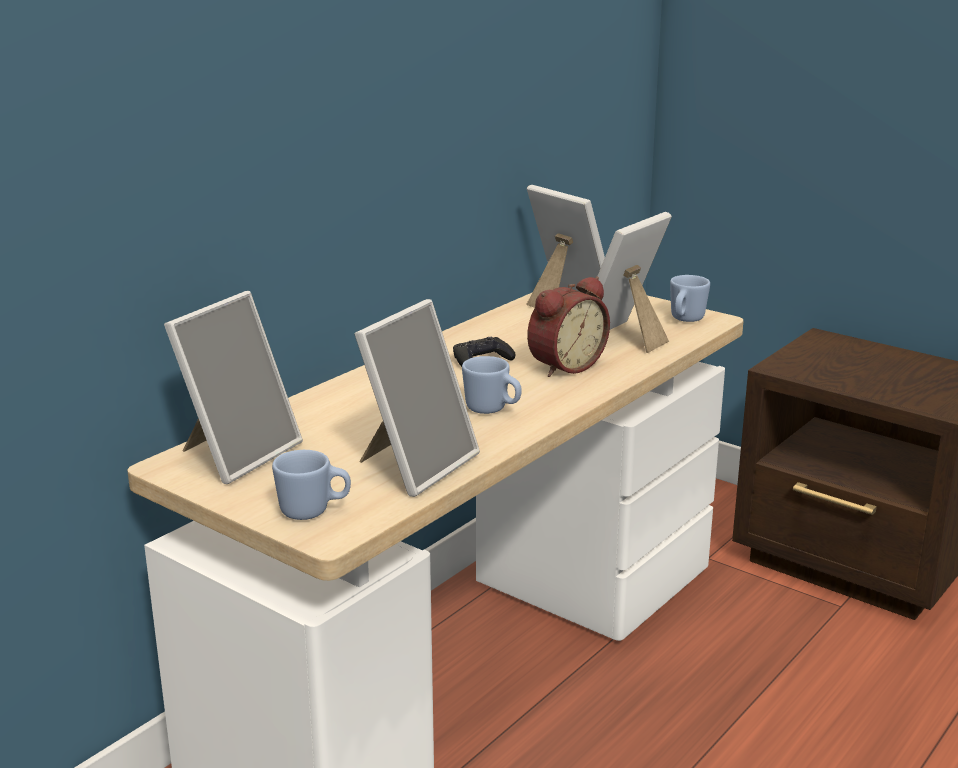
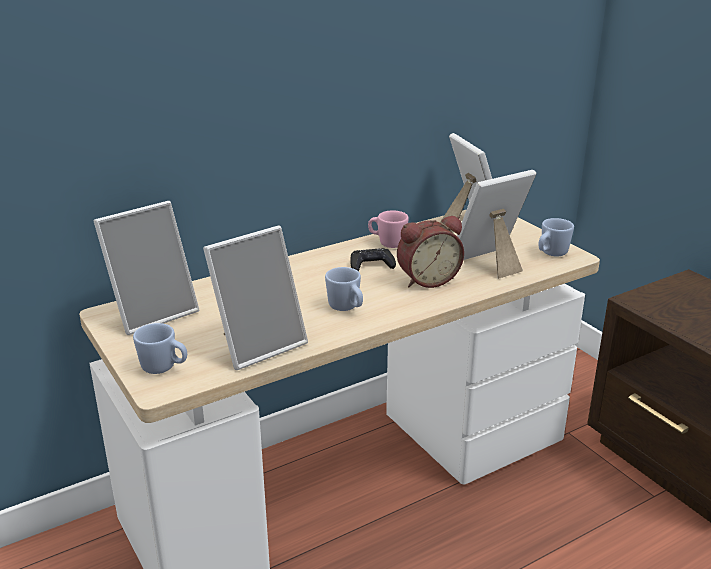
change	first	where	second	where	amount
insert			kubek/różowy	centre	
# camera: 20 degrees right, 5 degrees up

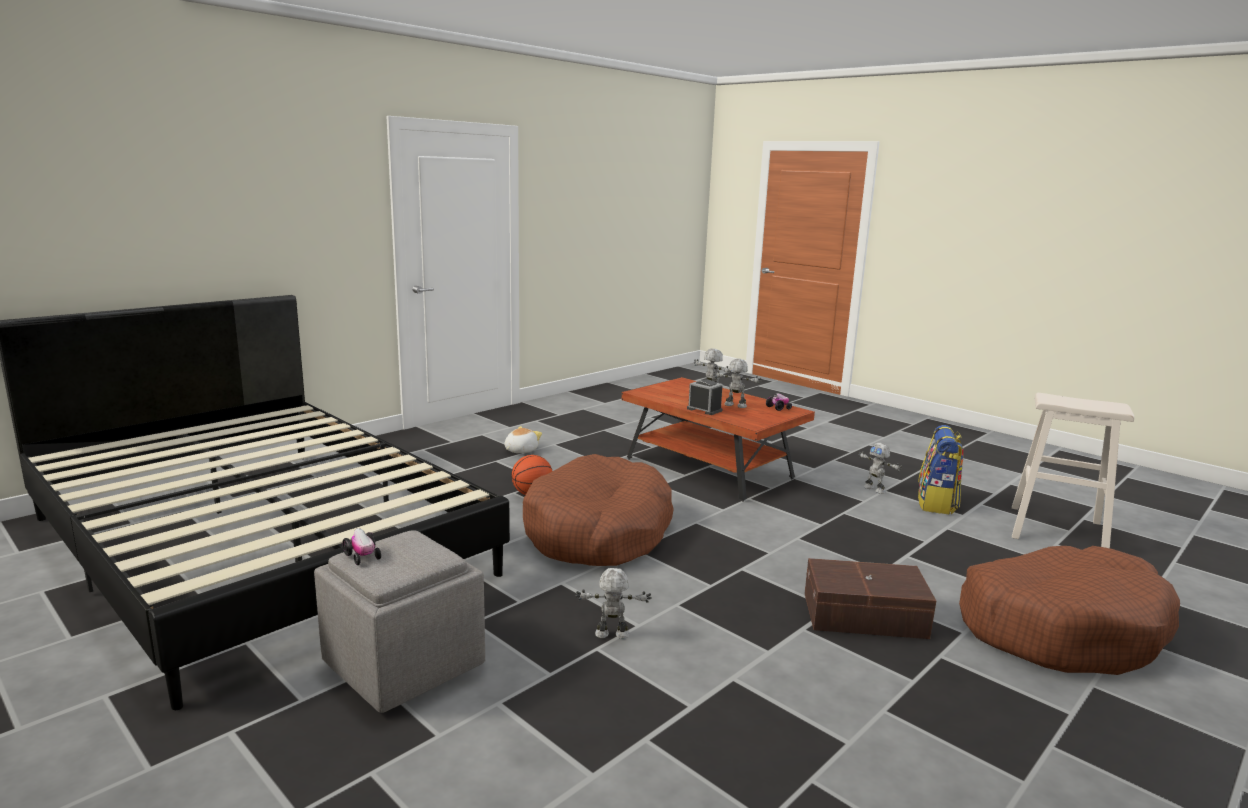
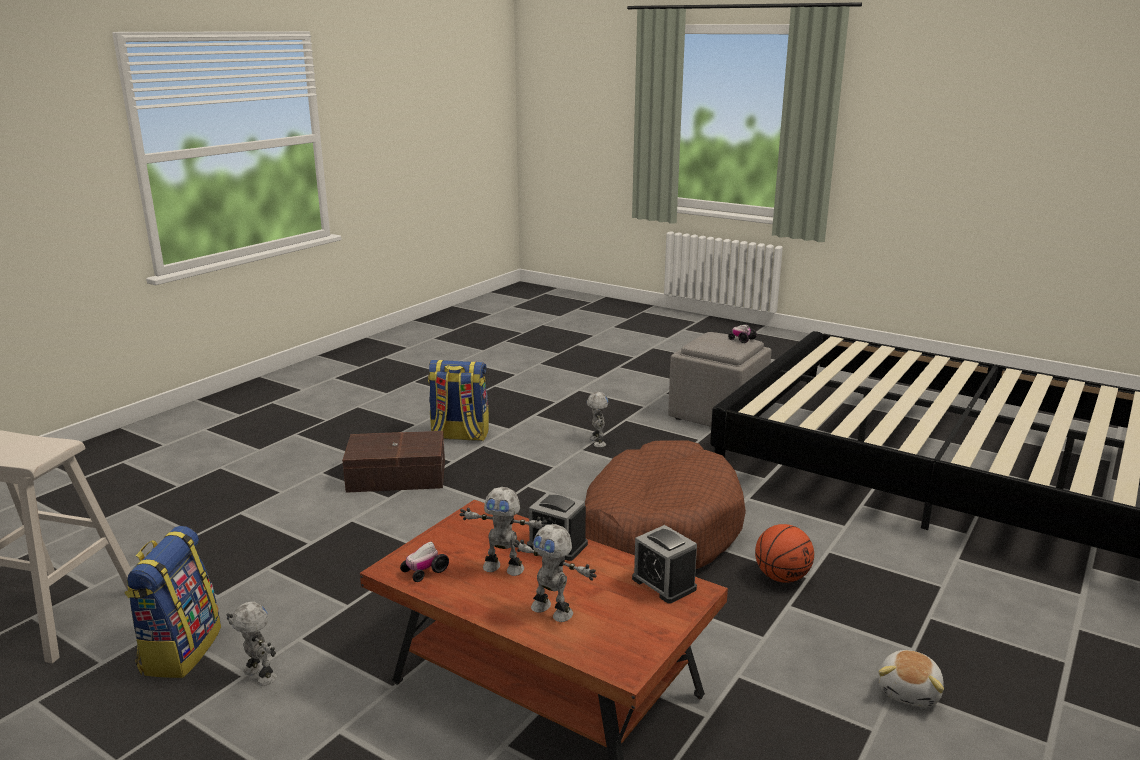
change	first	where	second	where	amount
delete	legowisko/brązowy (2nd from left)	bottom right			
insert			plecak (2nd from left)	centre	
insert			budzik (2nd from left)	bottom centre	
rotate	robot zabawkowy (1st from left in the first image)	bottom centre	robot zabawkowy (4th from left)	centre	90 degrees counterclockwise
# camera: 170 degrees right, 5 degrees up

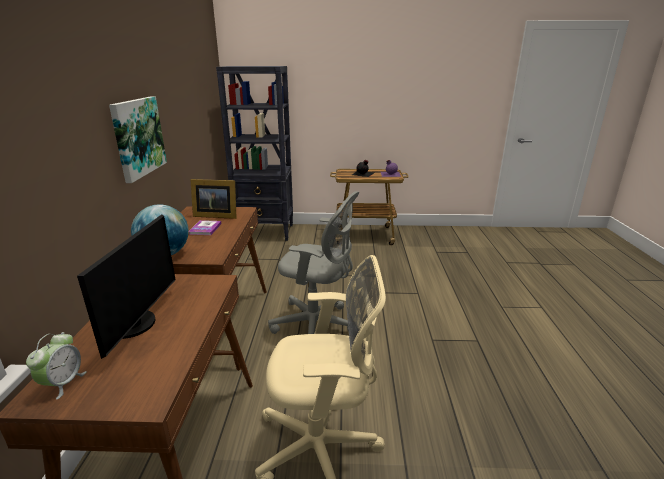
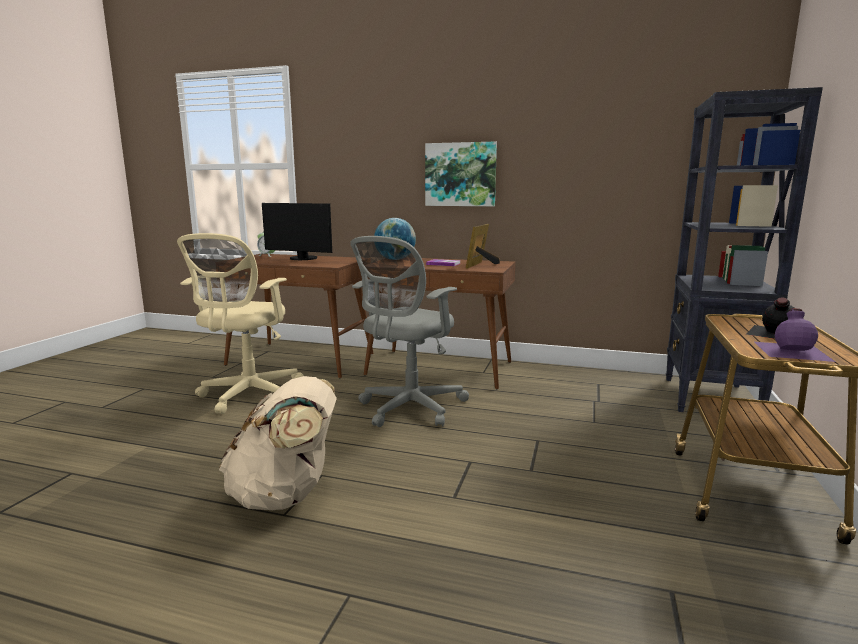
change	first	where	second	where	amount
insert			plecak/beżowy	bottom left	
# camera: 105 degrees right, 10 degrees down

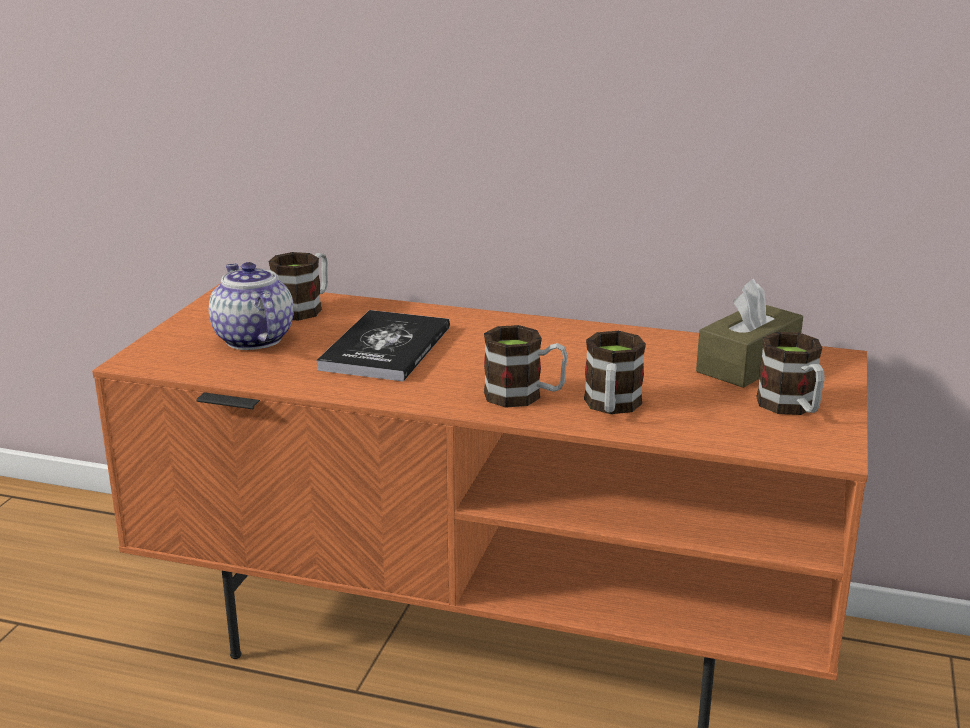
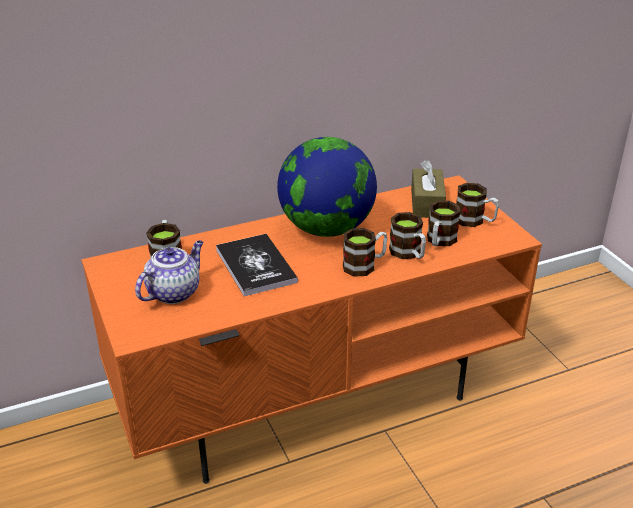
change	first	where	second	where	amount
insert			globus	centre	
insert			kubek (4th from left)	middle right	
rotate	imbryk	middle left		middle left	105 degrees clockwise
# camera: 40 degrees left, 10 degrees up

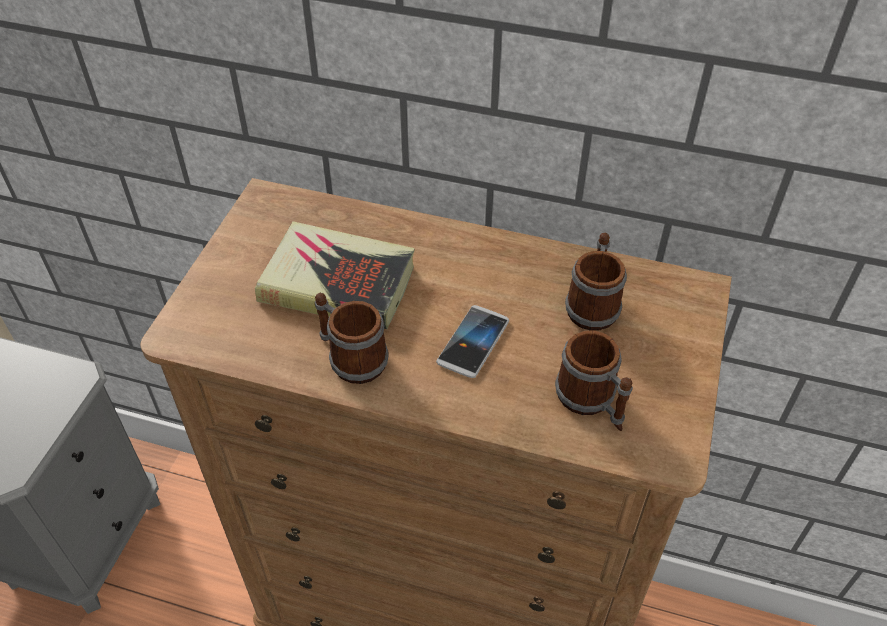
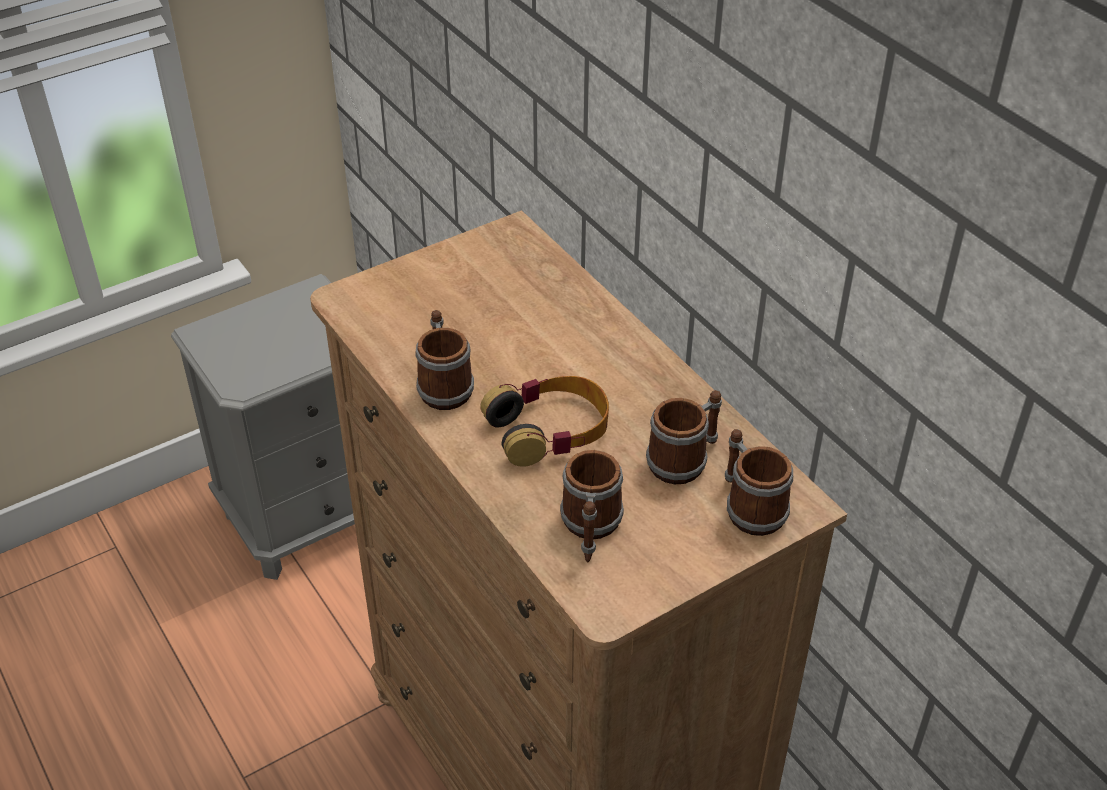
change	first	where	second	where	amount
delete	książka	centre			
insert			kubek (4th from left)	middle right	
replace	telefon	centre	słuchawki	centre	
# camera: 40 degrees right, 5 degrees down

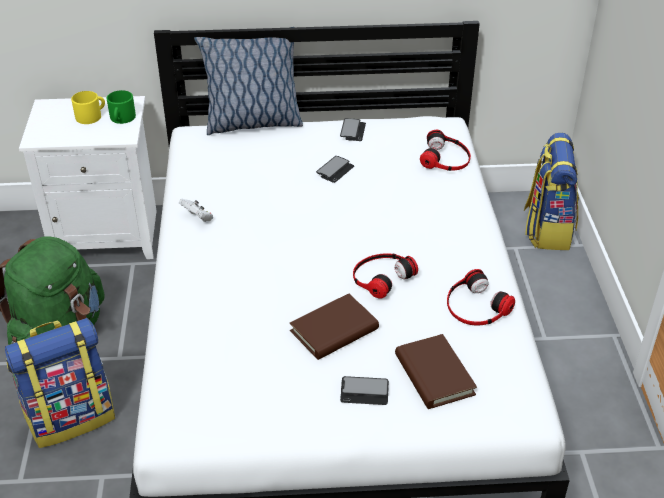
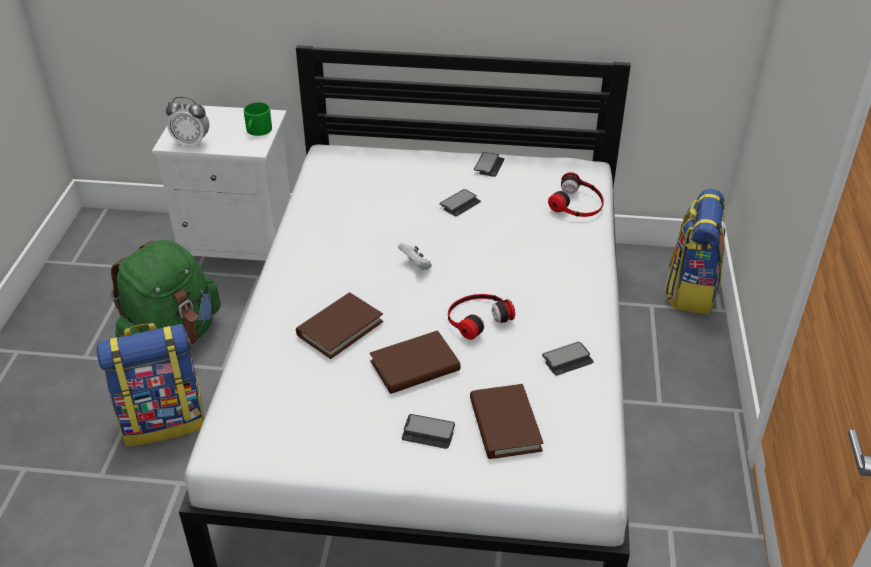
change	first	where	second	where	amount
delete	kubek/żółty	top left			
delete	poduszka	top centre			
insert			budzik	top left	
insert			książka/brązowy (1st from left)	centre	
move	pad do gier/biały	middle left		centre	
replace	słuchawki (3rd from left)	middle right	telefon (4th from left)	centre	
# camera: 10 degrees right, 0 degrees up

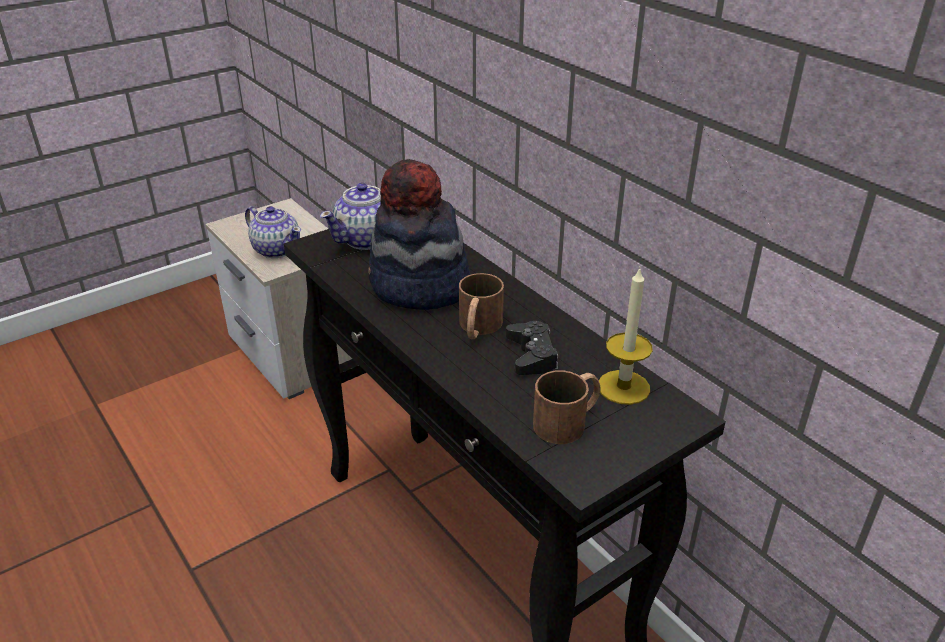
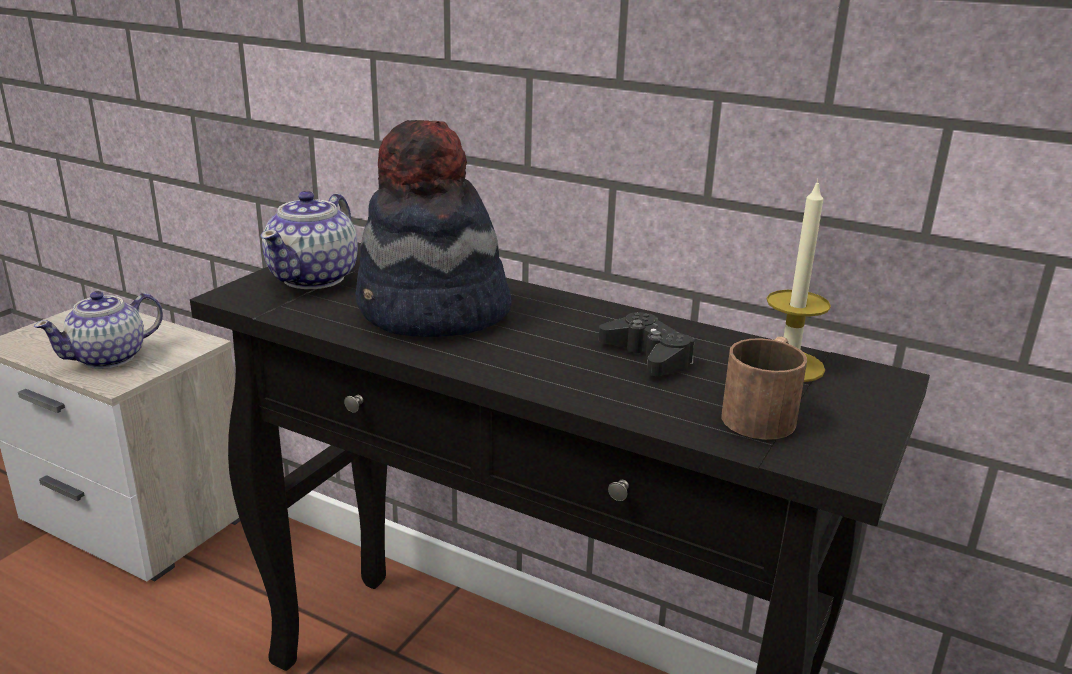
change	first	where	second	where	amount
delete	kubek/brązowy (1st from left)	centre			
rotate	imbryk (1st from left)	middle left		middle left	120 degrees clockwise
# camera: 25 degrees left, 10 degrees down

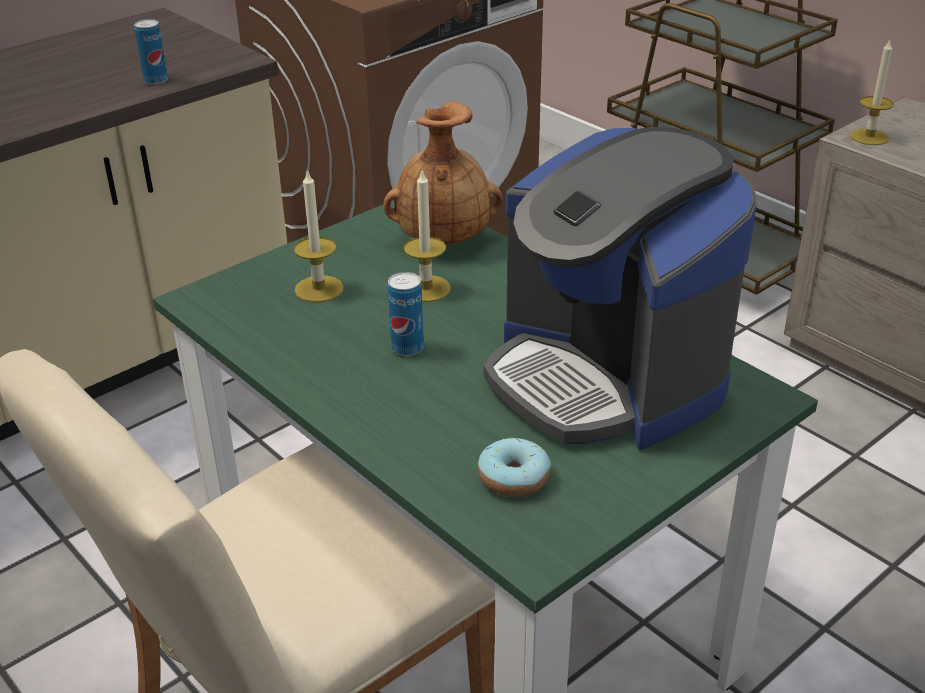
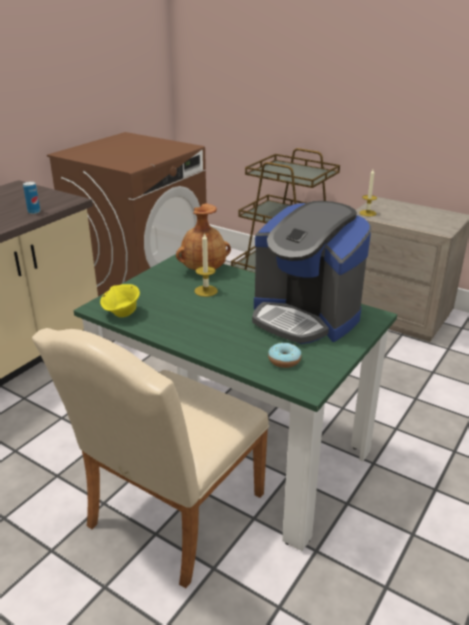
change	first	where	second	where	amount
delete	świeca (1st from left)	centre			
delete	puszka (2nd from left)	centre			
insert			miska/żółty	middle left	
# camera: 15 degrees left, 5 degrees down

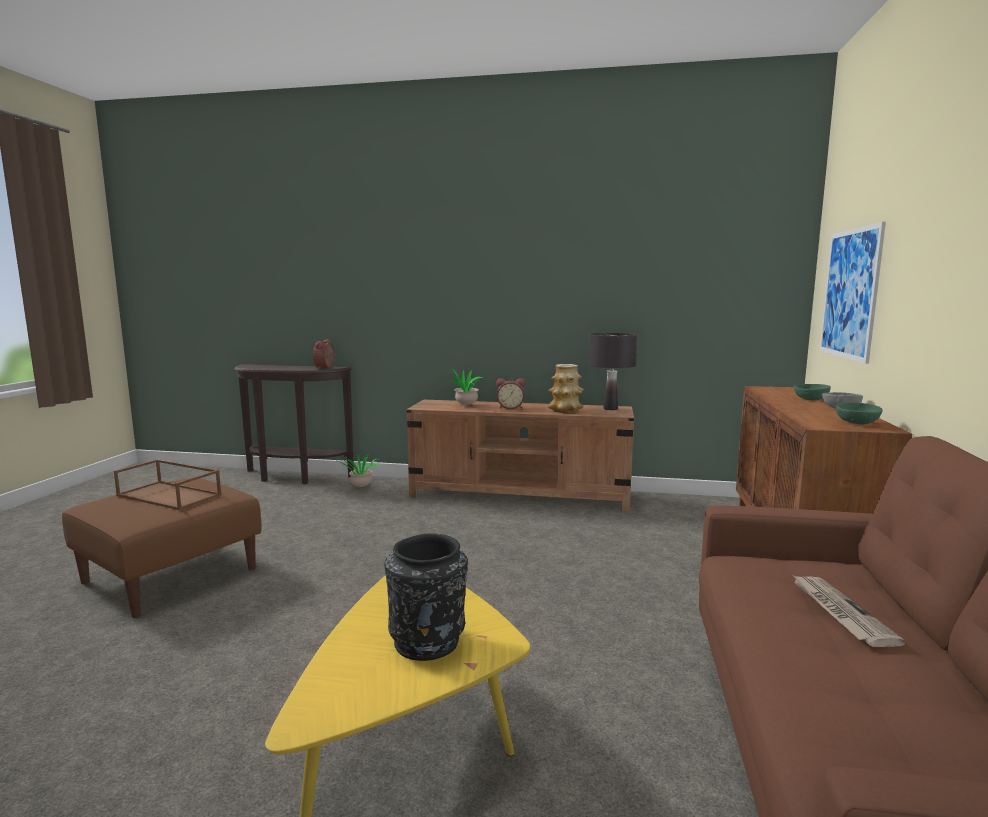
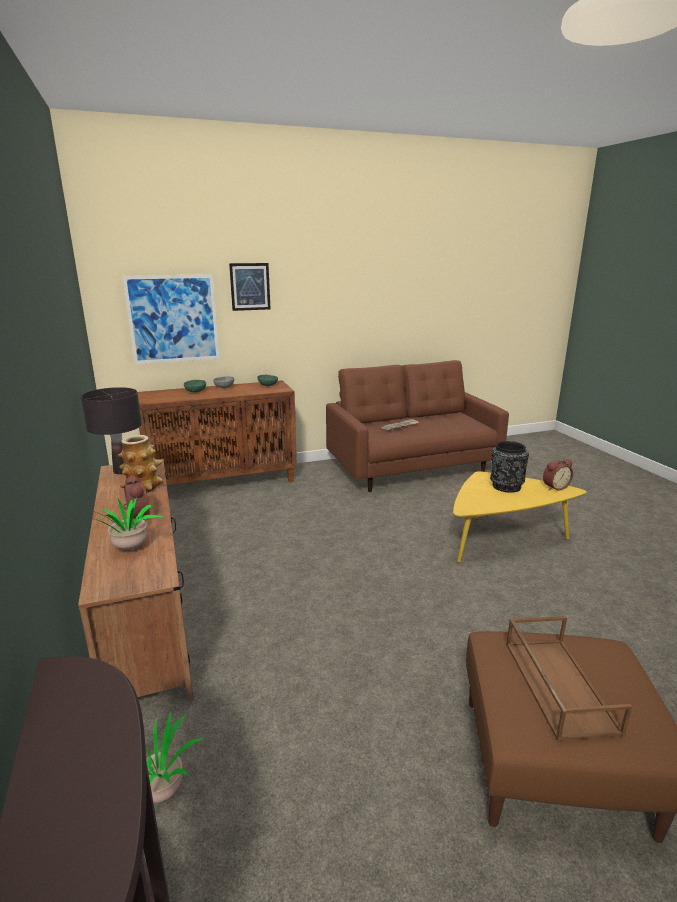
change	first	where	second	where	amount
insert			obraz (2nd from left)	top centre	
move	budzik (1st from left in the first image)	middle left	budzik (2nd from left)	middle right	
# camera: 120 degrees left, 10 degrees up

